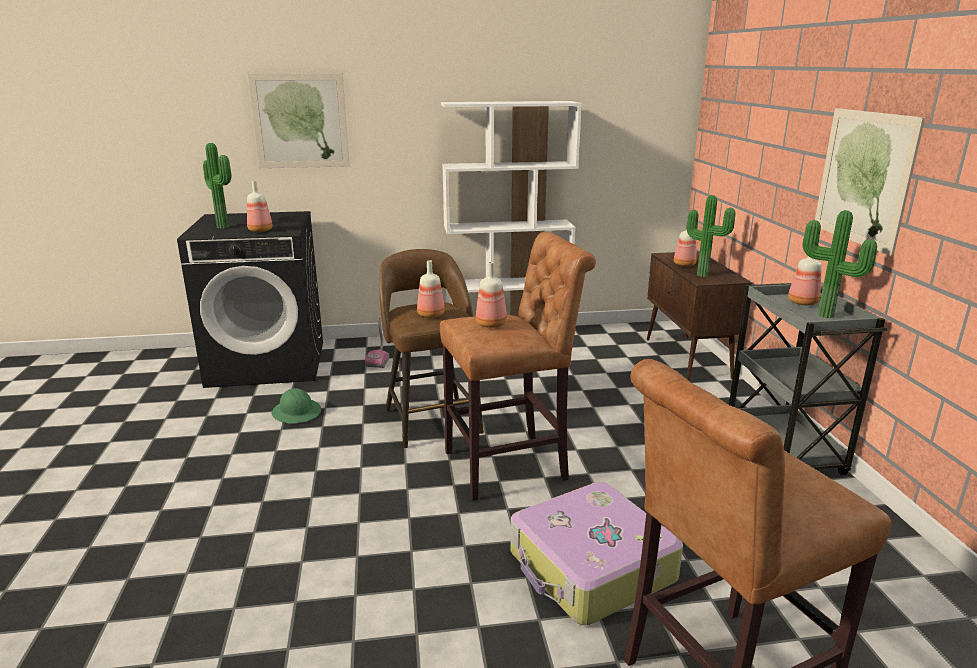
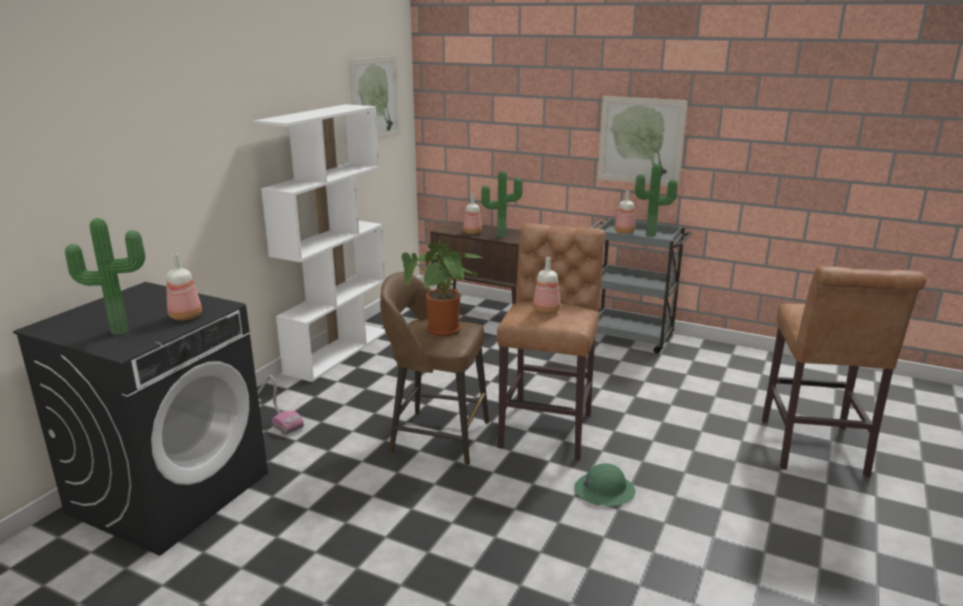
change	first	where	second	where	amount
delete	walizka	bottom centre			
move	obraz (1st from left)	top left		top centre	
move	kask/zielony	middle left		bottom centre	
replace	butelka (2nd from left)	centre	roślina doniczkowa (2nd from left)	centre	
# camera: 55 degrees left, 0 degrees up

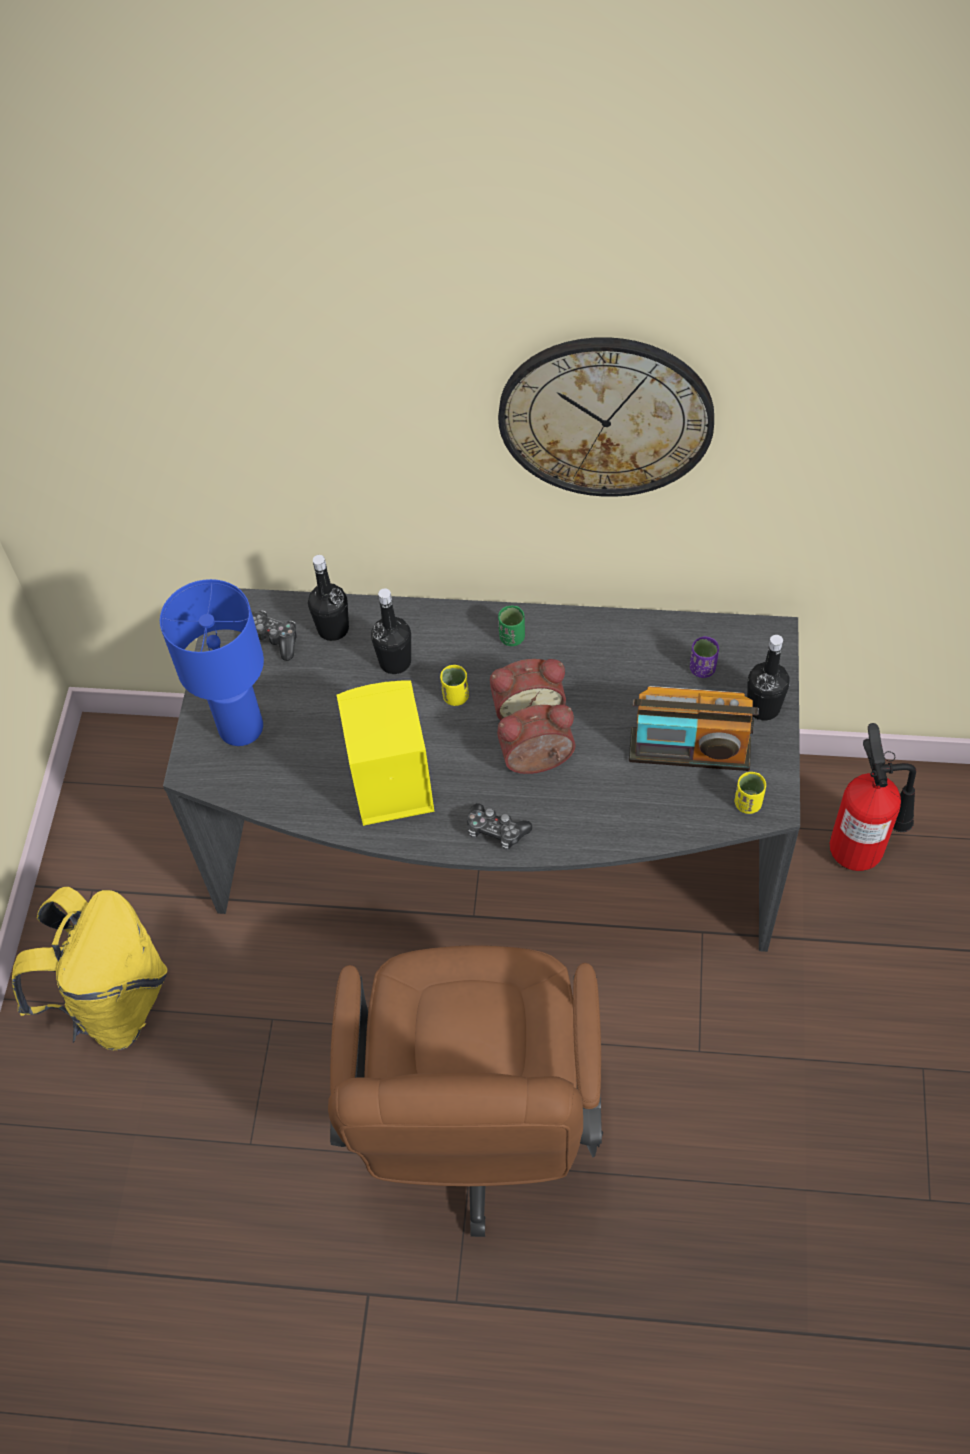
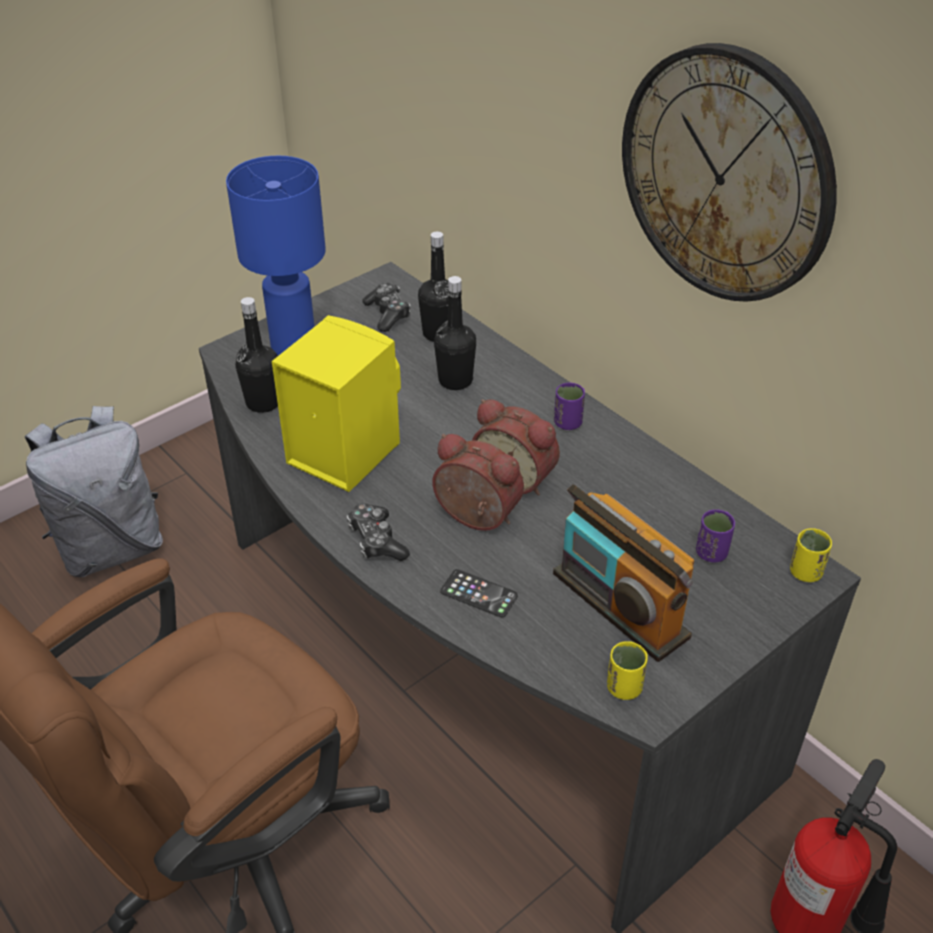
change	first	where	second	where	amount
insert			telefon	centre	
move	filiżanka/żółty (1st from left in the first image)	centre	filiżanka/żółty (2nd from left)	middle right	
move	butelka/czarny (3rd from left in the first image)	middle right	butelka/czarny (1st from left)	middle left	
recolor	plecak/żółty	middle left	plecak/szary	middle left	
recolor	filiżanka/zielony	centre	filiżanka/fioletowy (1st from left)	centre	
# camera: 40 degrees right, 15 degrees down

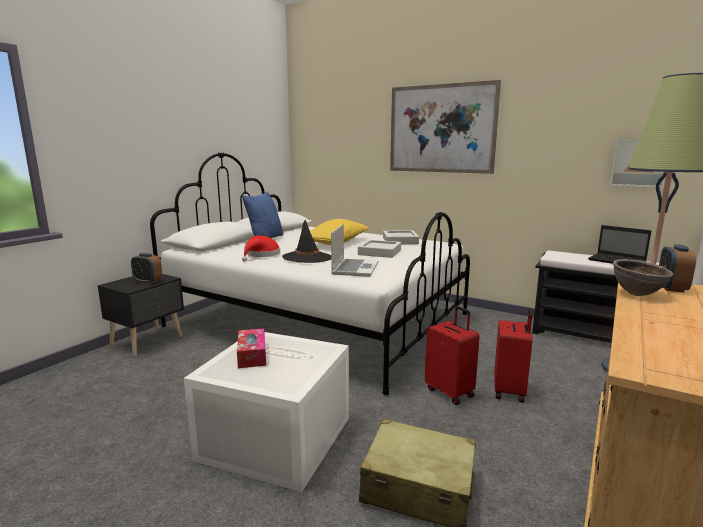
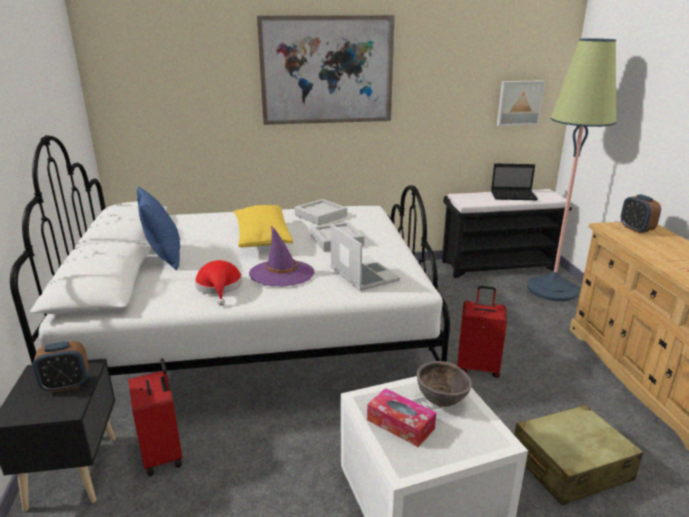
change	first	where	second	where	amount
move	walizka/czerwony (2nd from left in the first image)	bottom right	walizka/czerwony (1st from left)	bottom left	
move	miska/brązowy	middle right		bottom centre	
recolor	kapelusz/czarny	centre	kapelusz/fioletowy	centre	
# camera: 40 degrees left, 10 degrees up

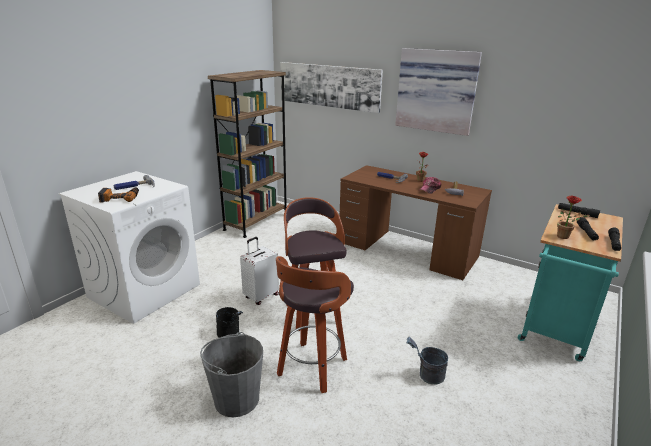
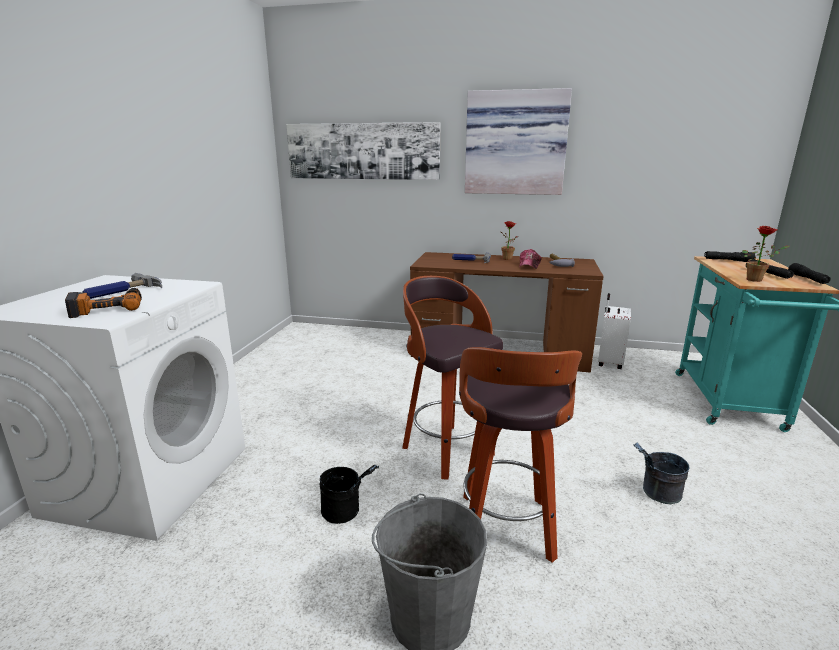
change	first	where	second	where	amount
delete	regał/brązowy	centre			
move	walizka/biały	centre		middle right	
# camera: 20 degrees left, 5 degrees down

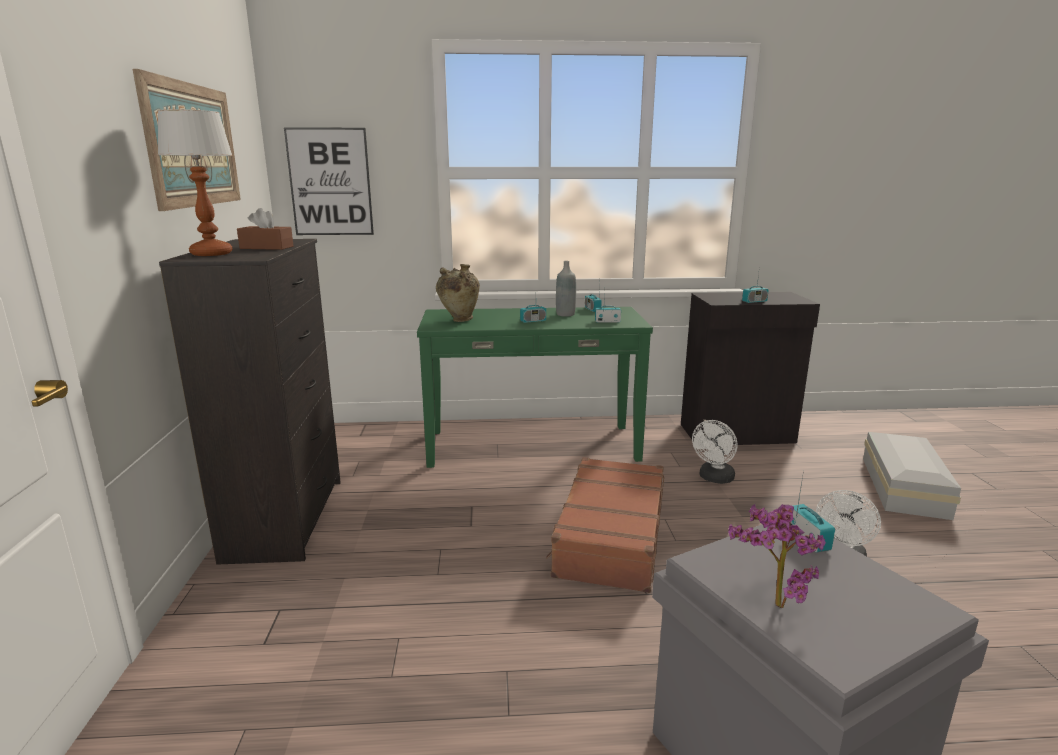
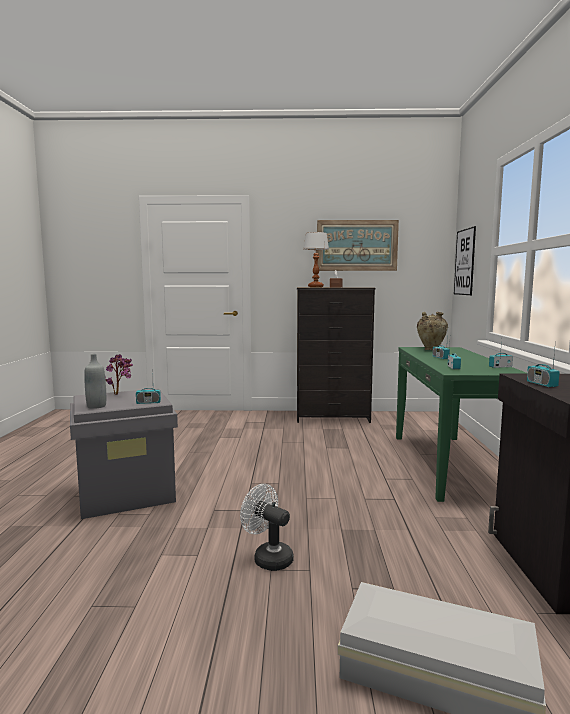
change	first	where	second	where	amount
delete	walizka/brązowy	bottom centre			
delete	wentylator/biały (1st from left)	middle right			
move	butelka/szary	centre		middle left	
# camera: 95 degrees right, 10 degrees down

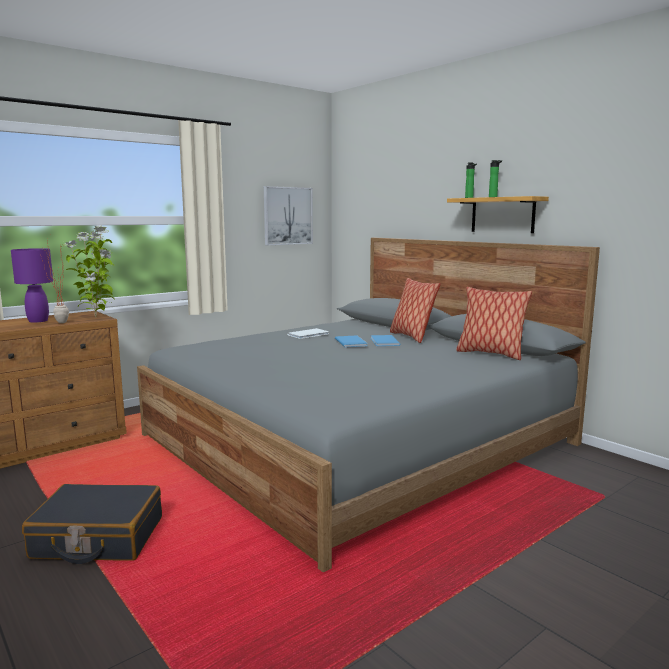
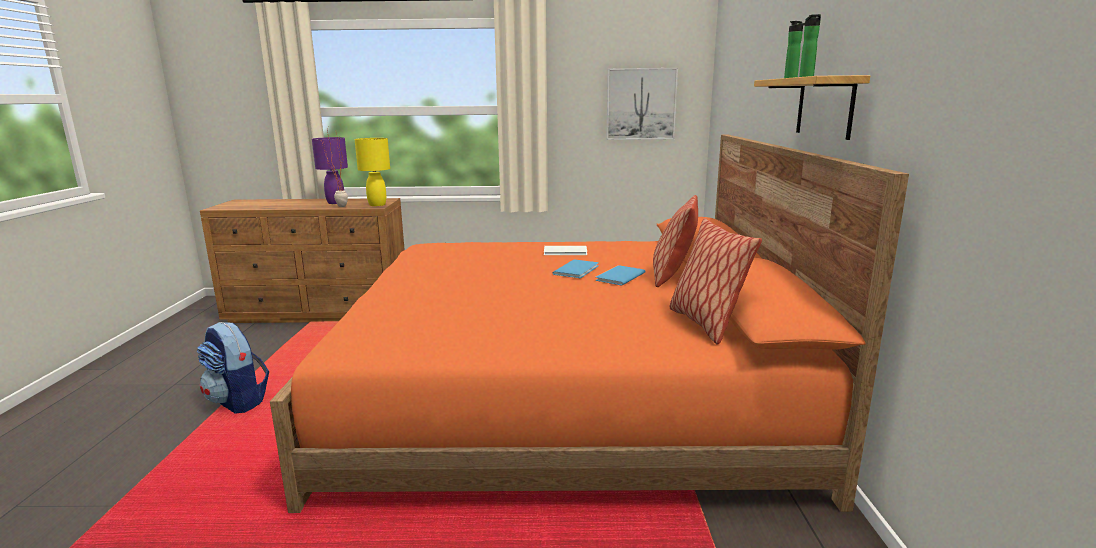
change	first	where	second	where	amount
replace	walizka/czarny	bottom left	plecak	bottom left	
replace	roślina doniczkowa (2nd from left)	middle left	lampa stołowa/żółty	top centre	
recolor	łóżko/szary	centre	łóżko/pomarańczowy	centre	
# camera: 40 degrees right, 5 degrees up

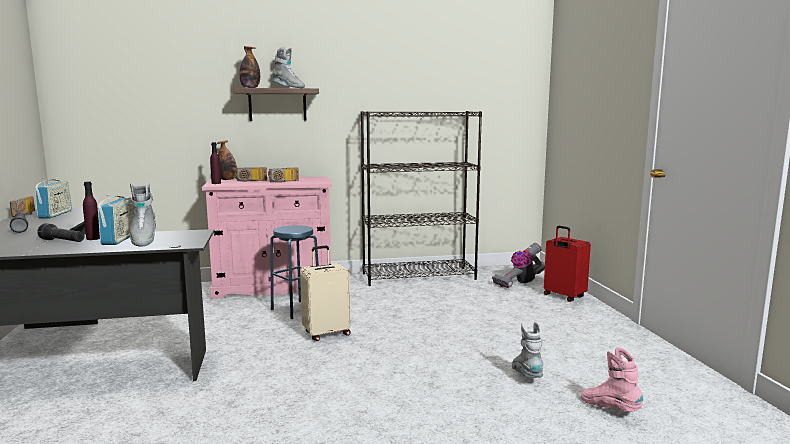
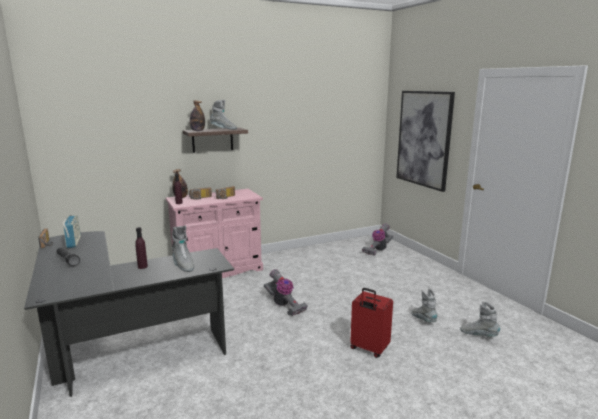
change	first	where	second	where	amount
delete	latarka/czarny (2nd from left)	middle left			
delete	radio (3rd from left)	middle left			
delete	stołek/niebieski	centre			
delete	regał/czarny	centre			
insert			obraz	middle right	
move	walizka/czerwony	middle right		bottom centre	
replace	walizka/beżowy	centre	odkurzacz (1st from left)	bottom centre	
recolor	but z cholewką/różowy	bottom right	but z cholewką/szary (4th from left)	bottom right	
# camera: 15 degrees left, 5 degrees up

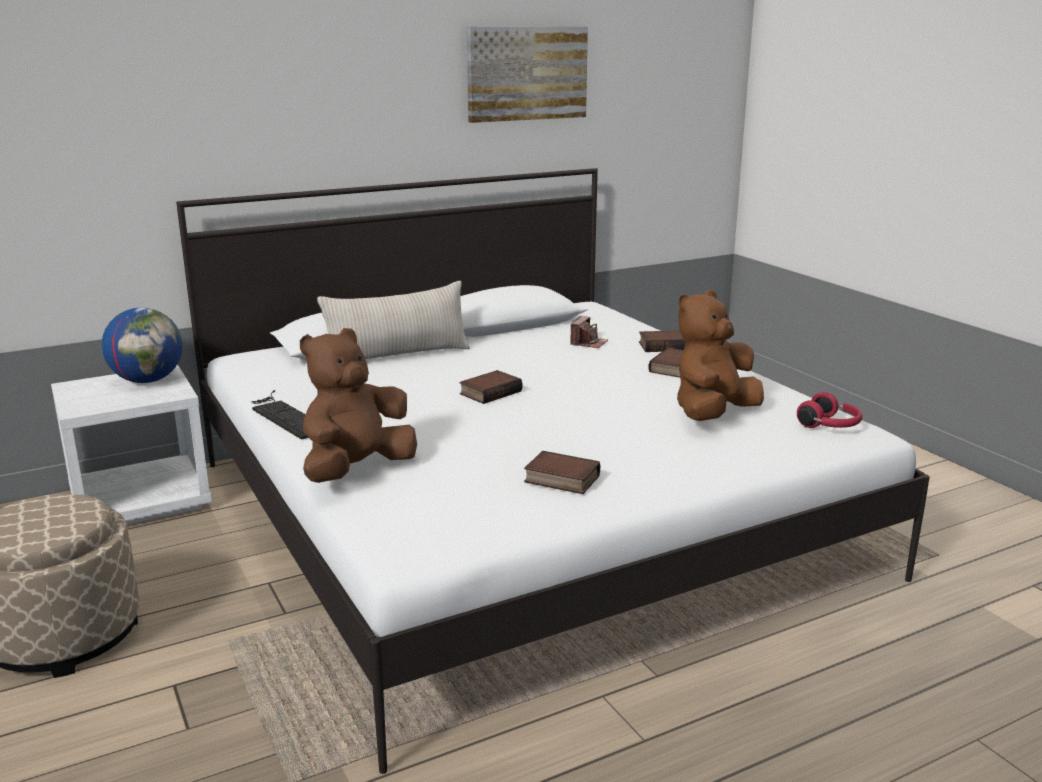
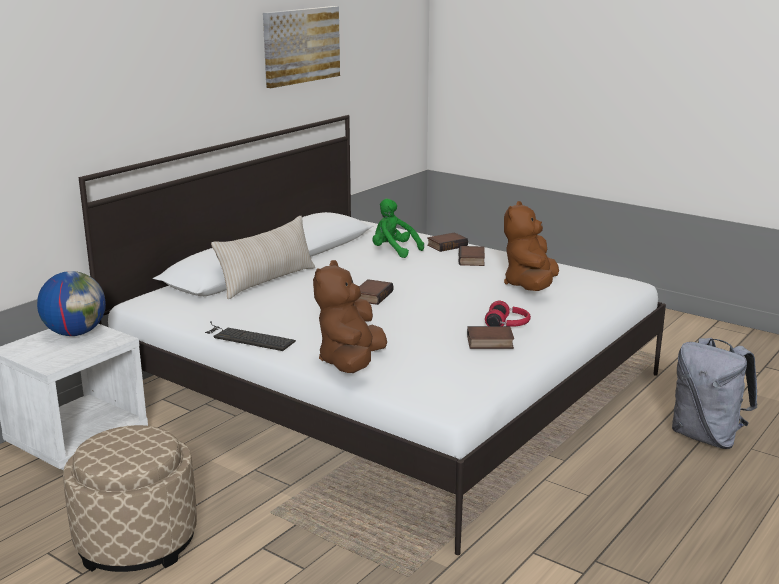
change	first	where	second	where	amount
insert			plecak/szary	bottom right	
move	słuchawki/czerwony	middle right		centre	
replace	aparat fotograficzny	centre	pluszak/zielony	centre	
# camera: 25 degrees left, 0 degrees up

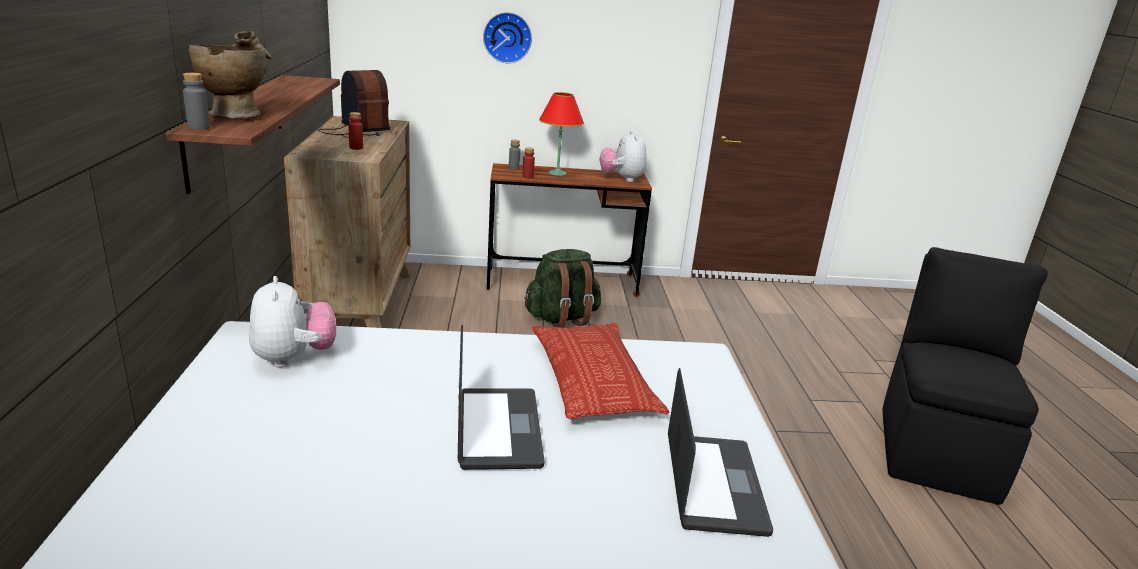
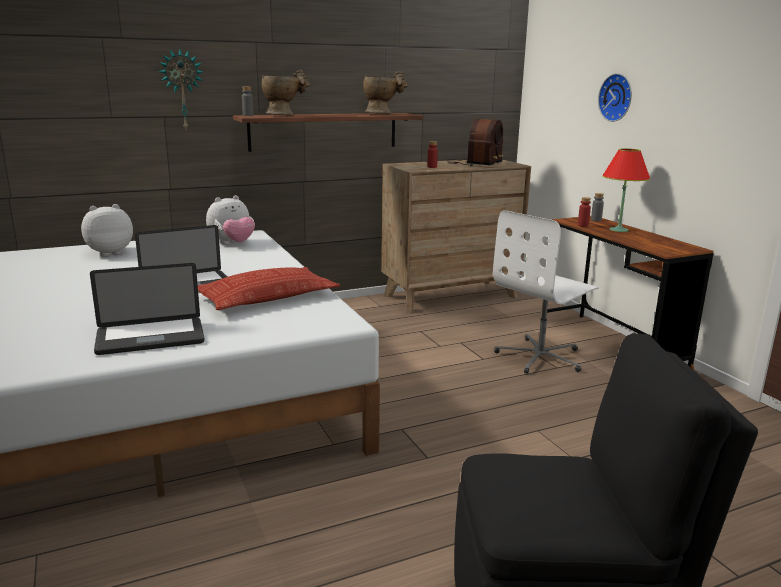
change	first	where	second	where	amount
insert			zegar ścienny (1st from left)	top left	
insert			wazon/beżowy (2nd from left)	top centre	
move	pluszak (2nd from left in the first image)	top centre	pluszak (1st from left)	middle left	
replace	plecak/zielony	centre	krzesło biurowe/biały	middle right	
# camera: 70 degrees right, 5 degrees down

